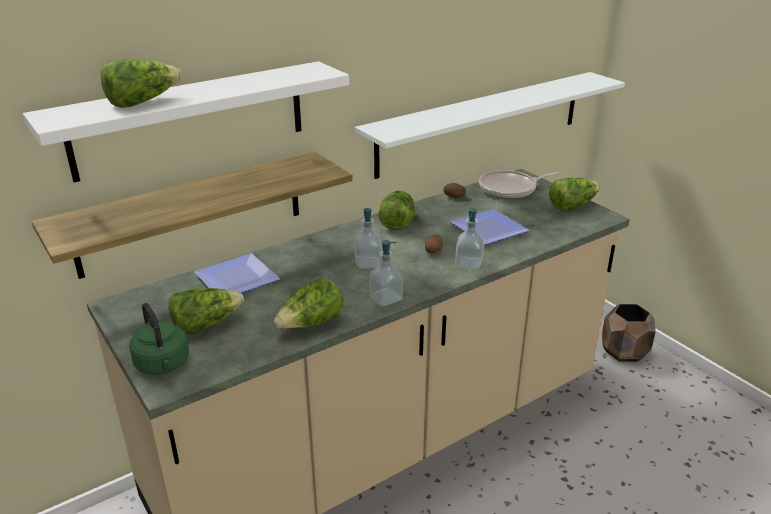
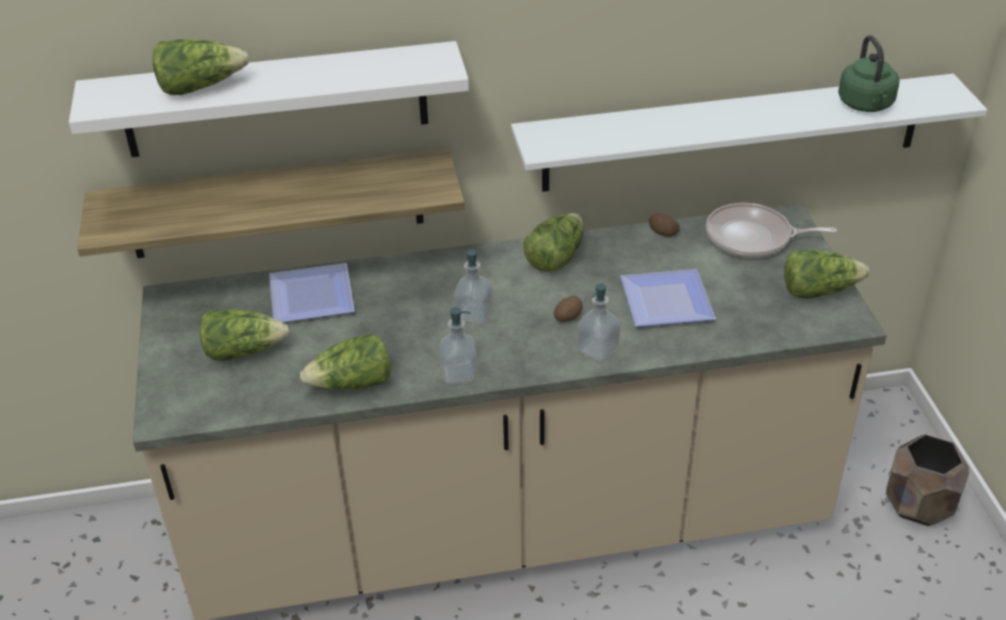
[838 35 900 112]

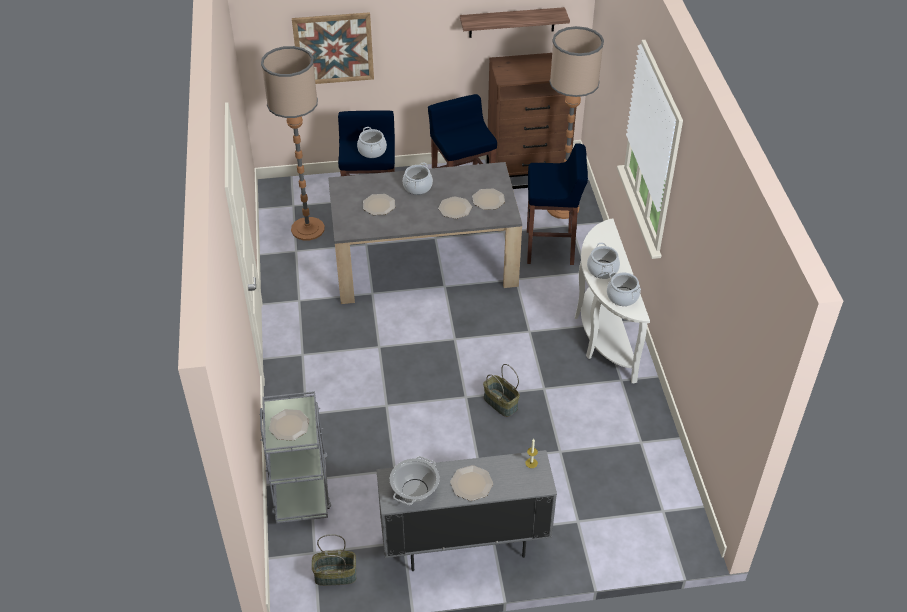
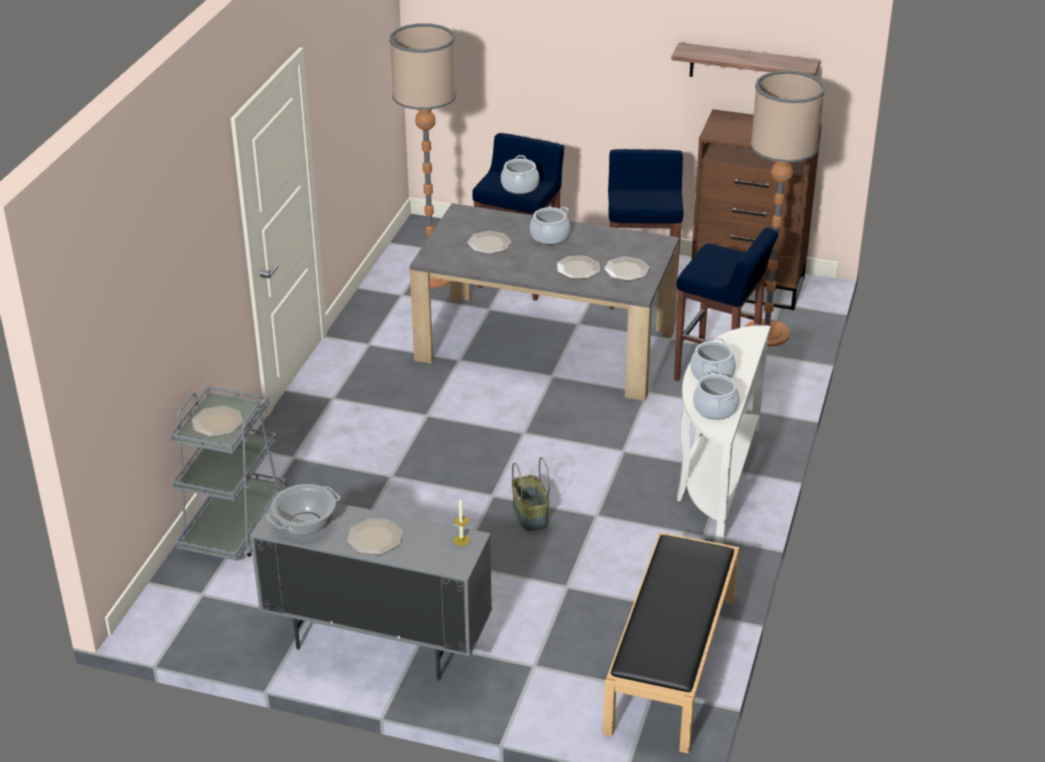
[292 12 374 84] (first image)
[312 534 356 586] (first image)
[603 532 739 754]

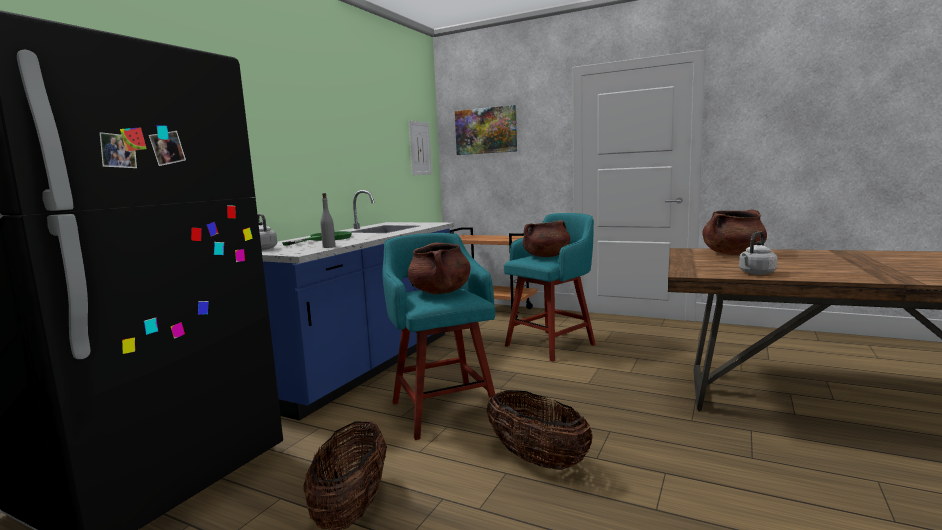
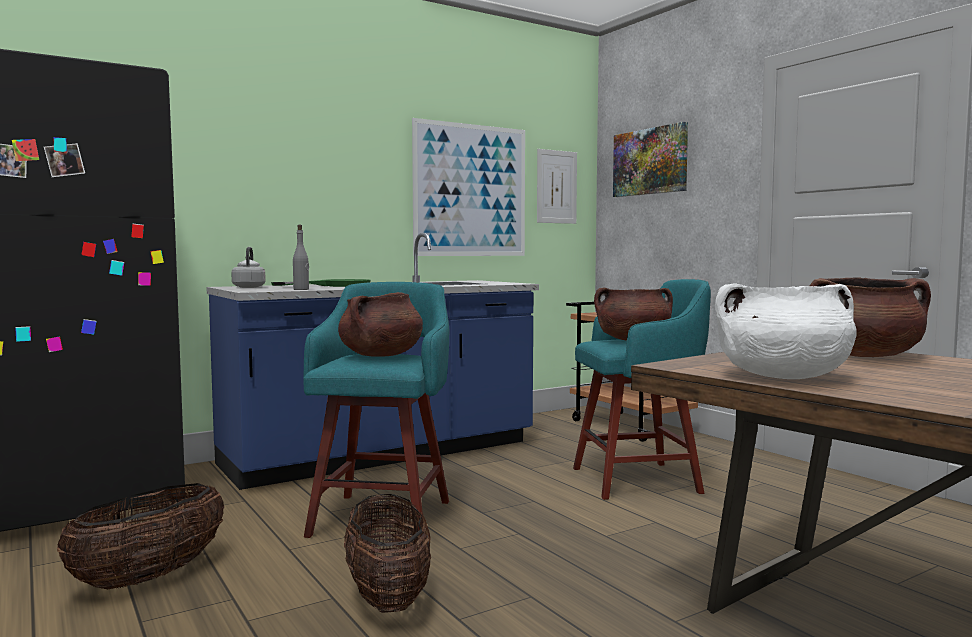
[715 283 857 379]
[412 118 525 256]

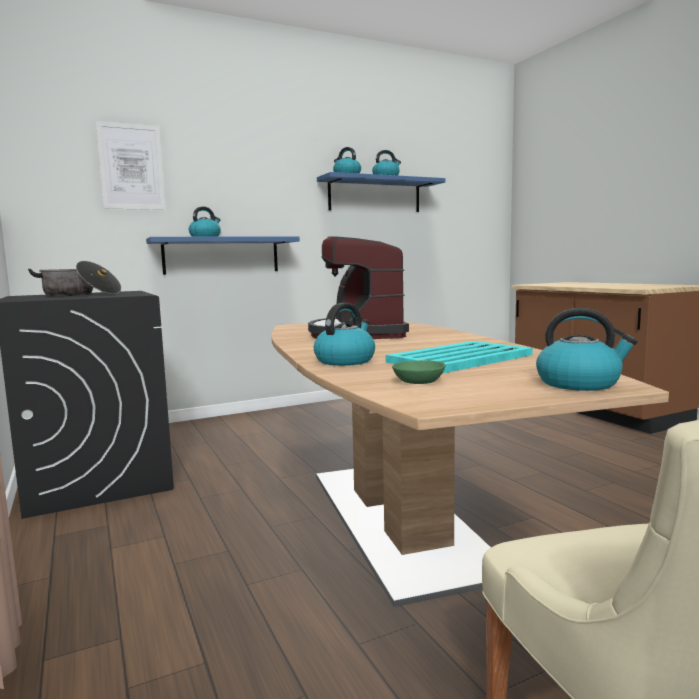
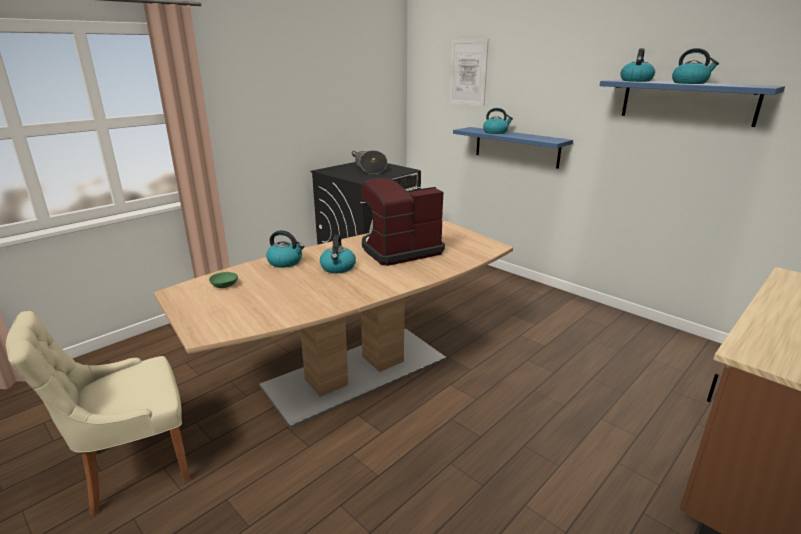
[386 341 533 373] (first image)
[320 235 356 273]

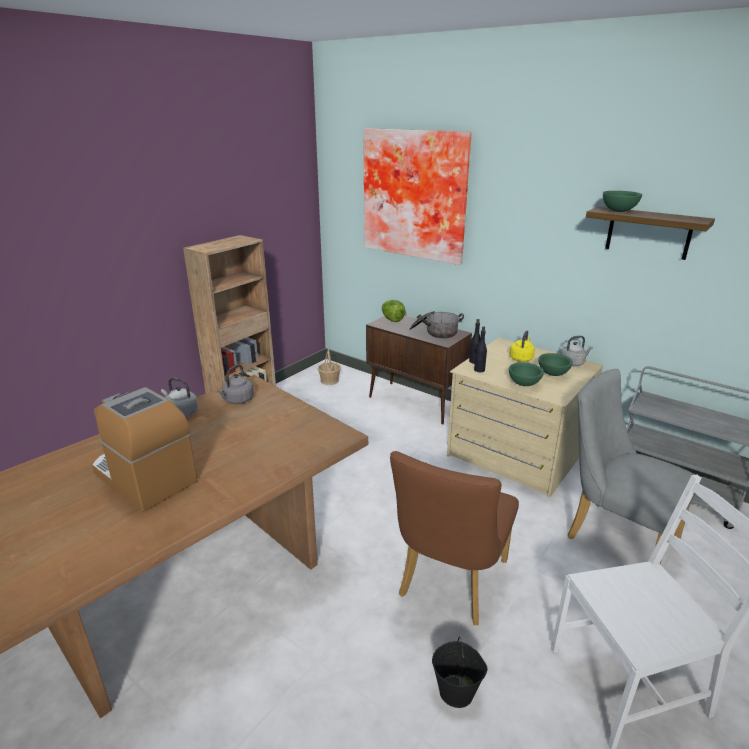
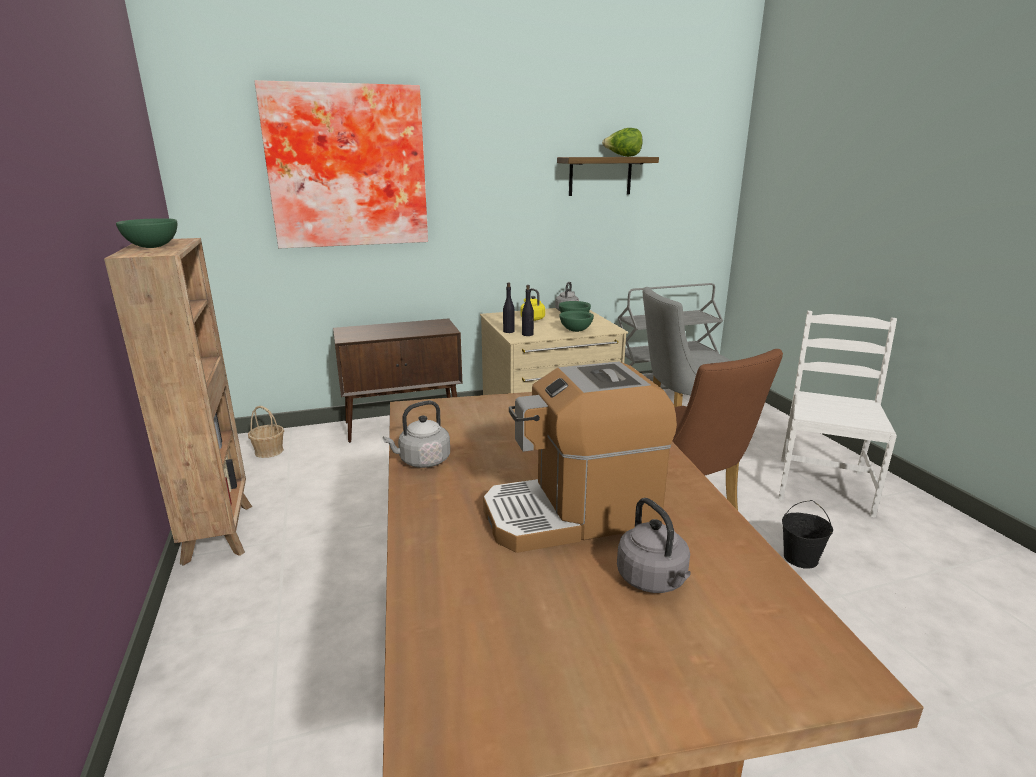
[617 498 691 593]
[602 128 643 157]
[409 311 464 338] (first image)
[116 218 177 248]

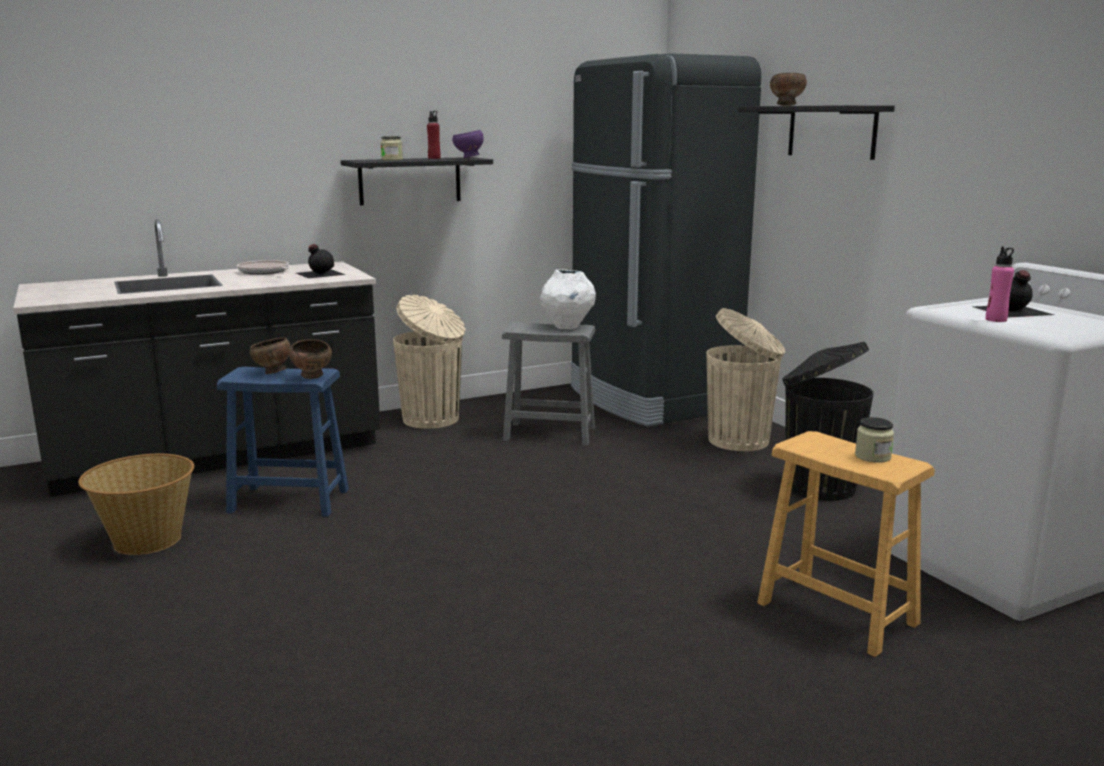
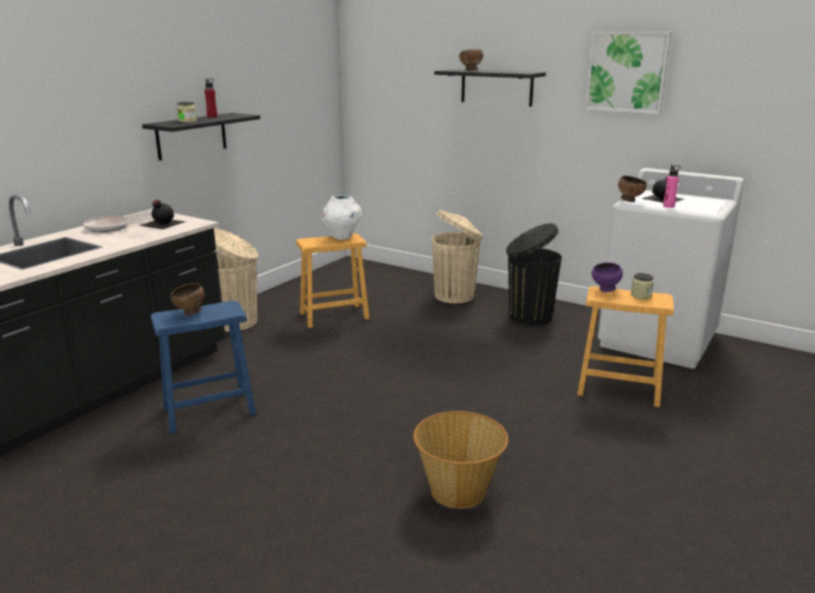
[413 411 508 508]
[618 176 647 202]
[592 262 623 292]
[296 233 370 328]
[571 53 761 427] (first image)
[585 31 672 114]

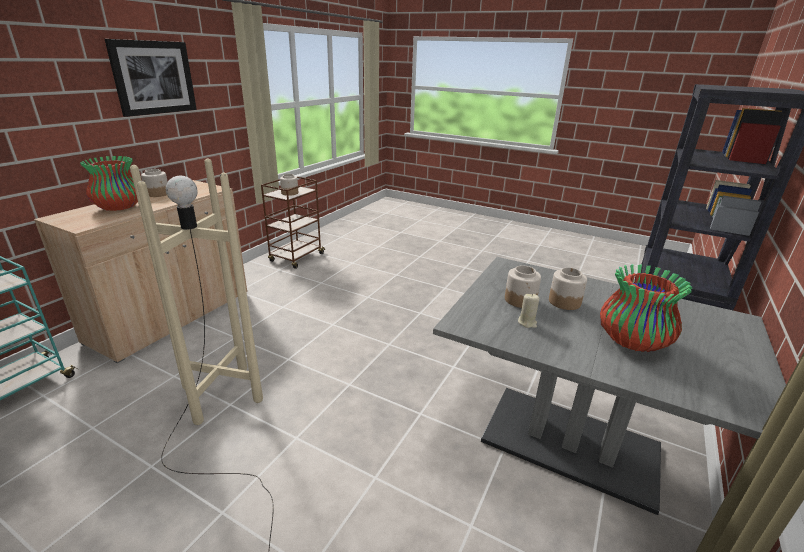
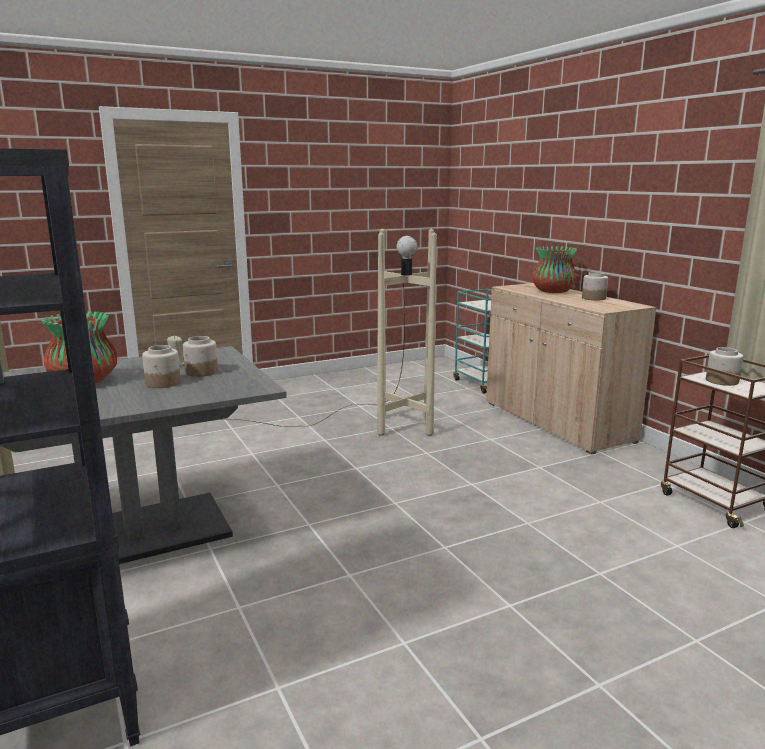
[105 39 197 117] (first image)

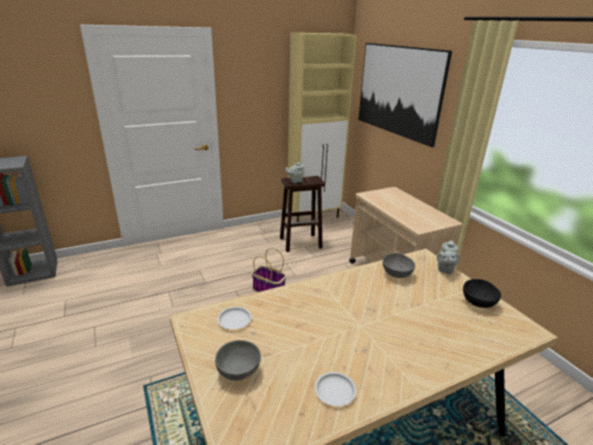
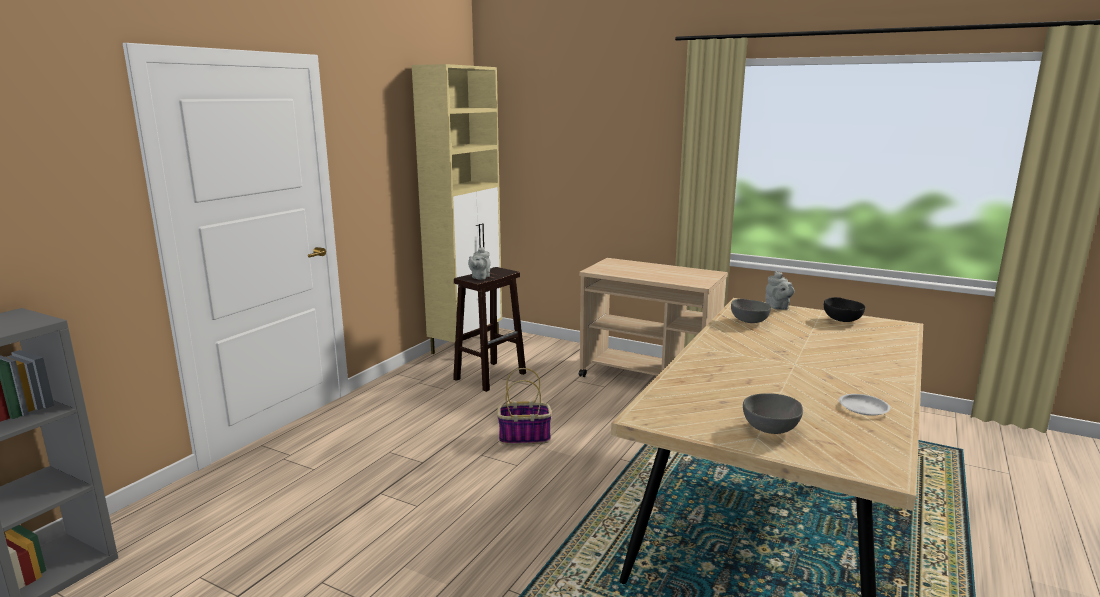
[217 307 252 329] (first image)
[358 43 452 147] (first image)

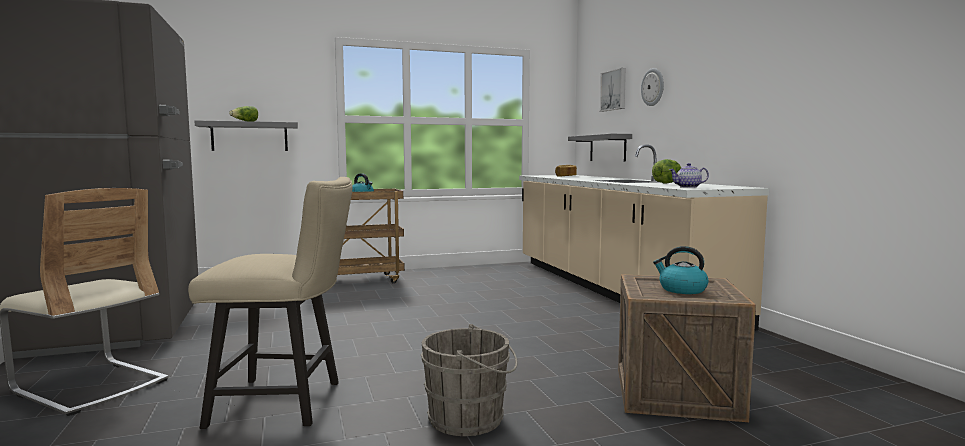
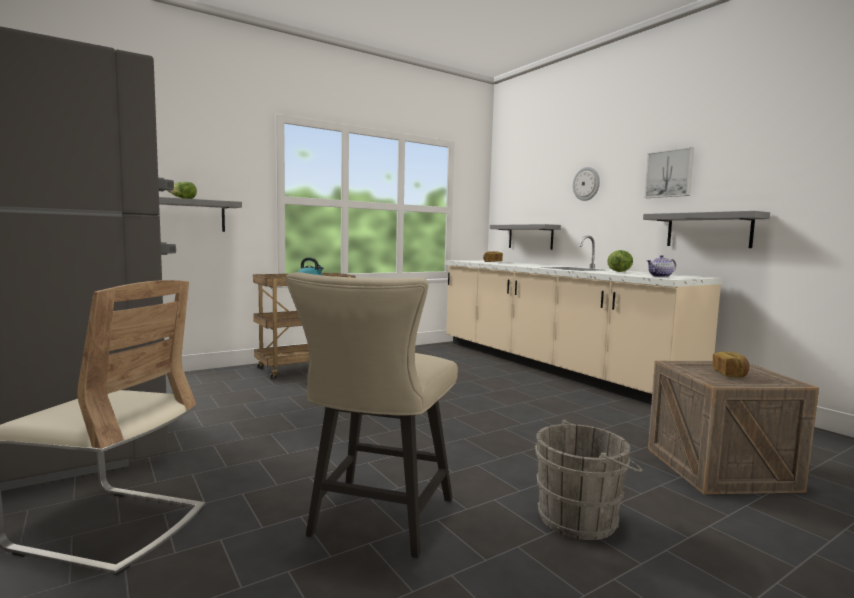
[286 272 458 558]
[644 147 694 198]
[713 352 749 378]
[643 211 770 248]

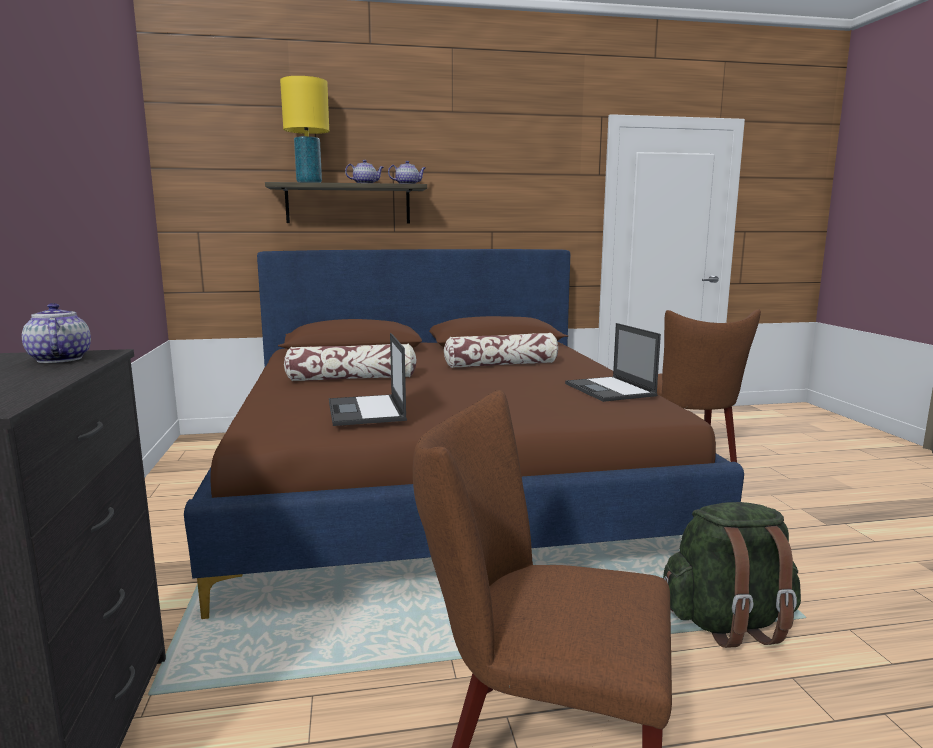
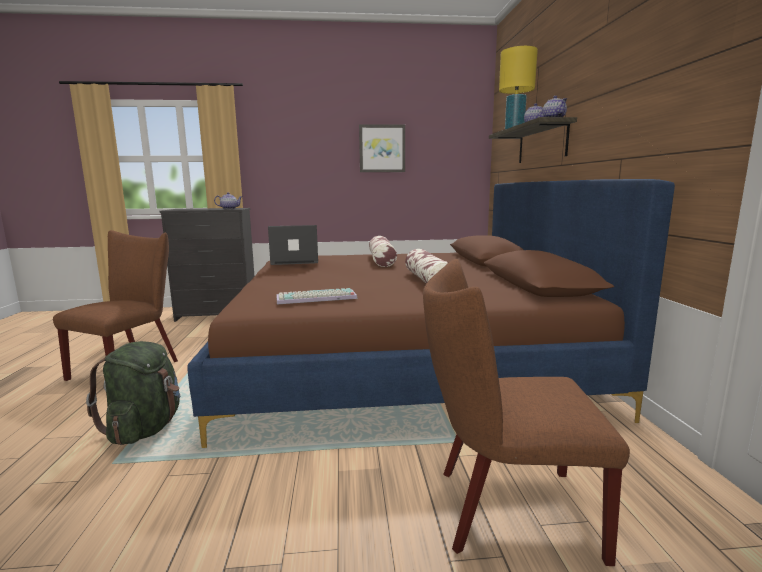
[276 288 358 304]
[359 124 405 172]

